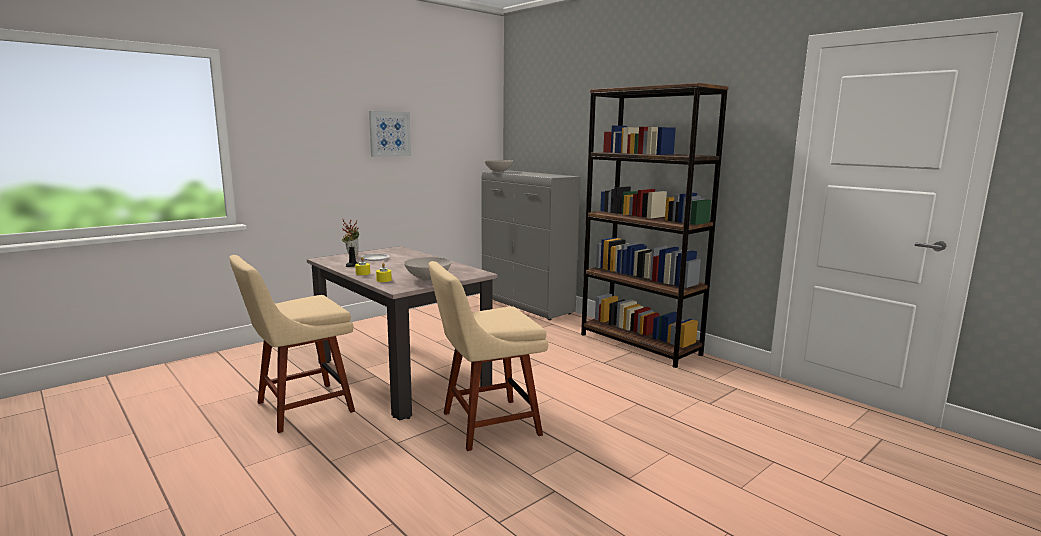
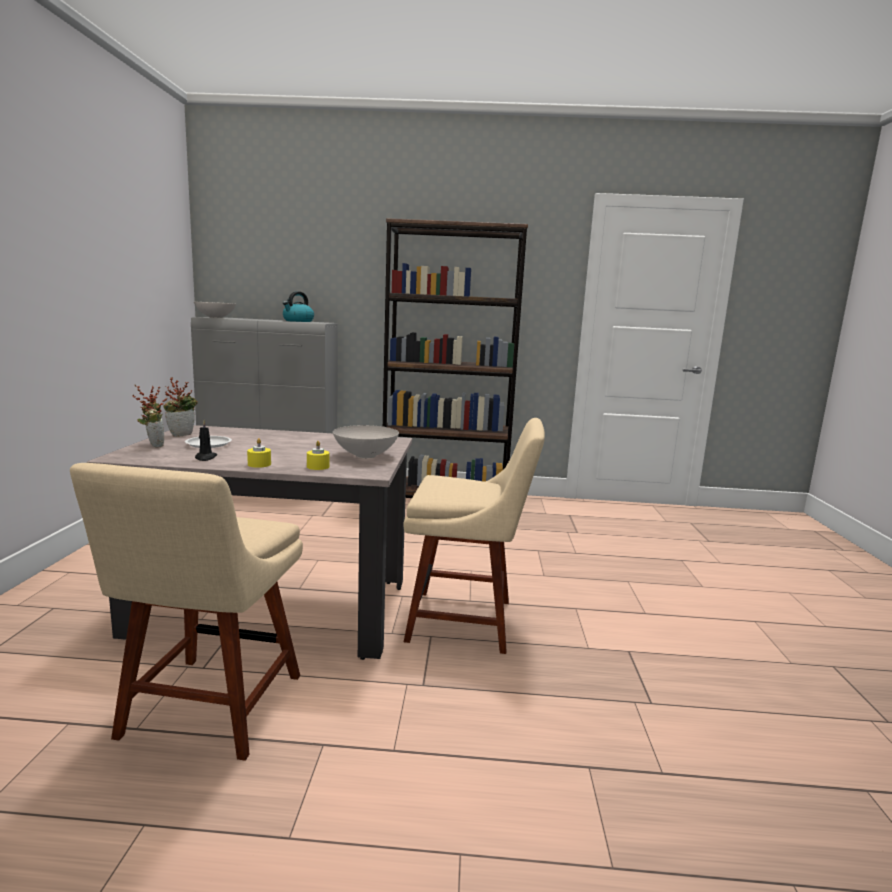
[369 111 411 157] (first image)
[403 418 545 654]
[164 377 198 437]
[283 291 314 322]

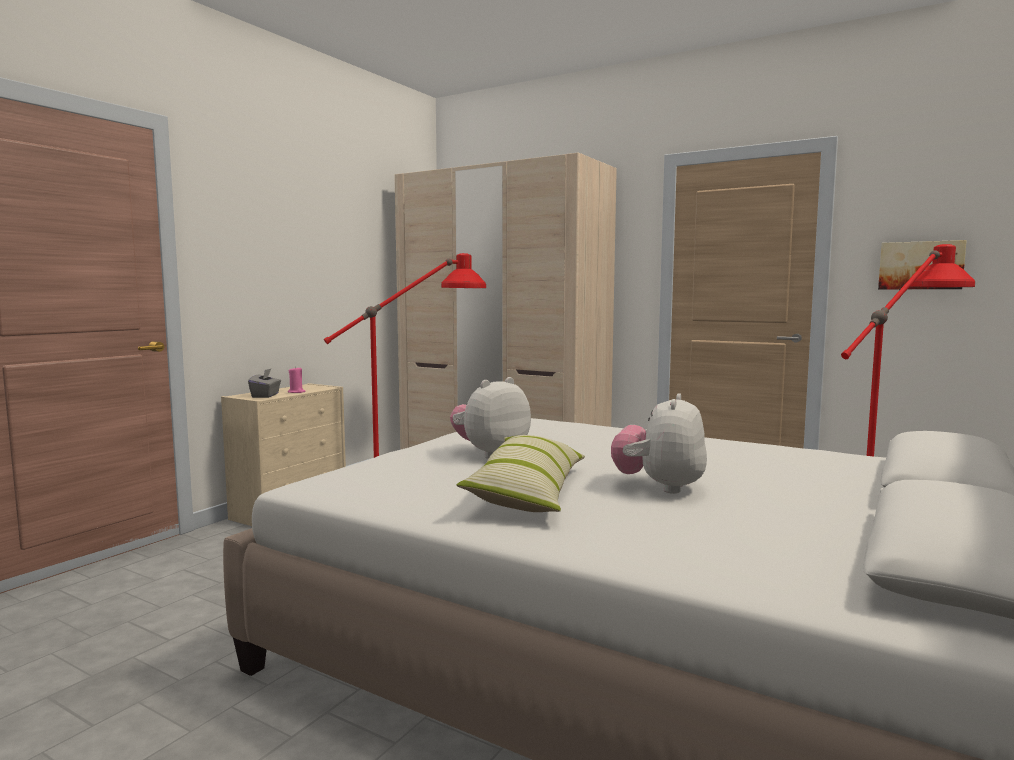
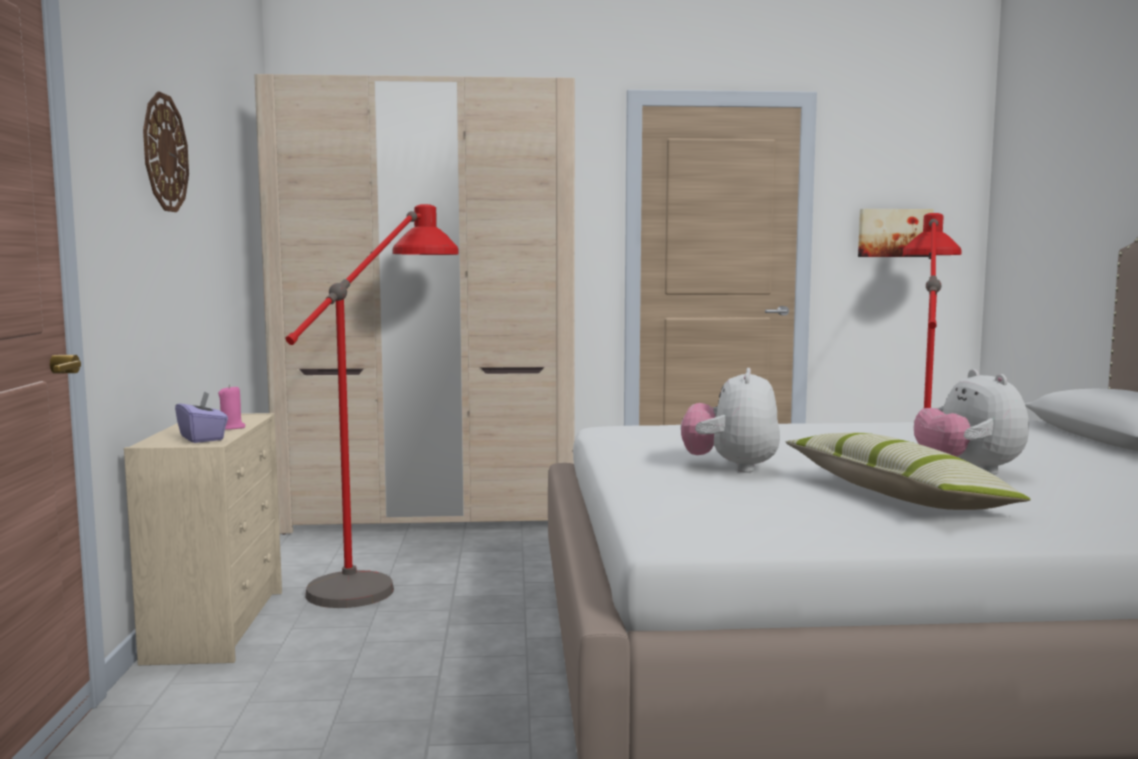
[175 391 228 443]
[143 91 189 212]

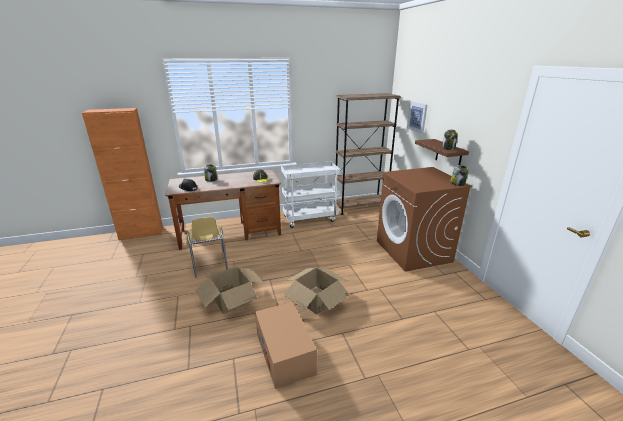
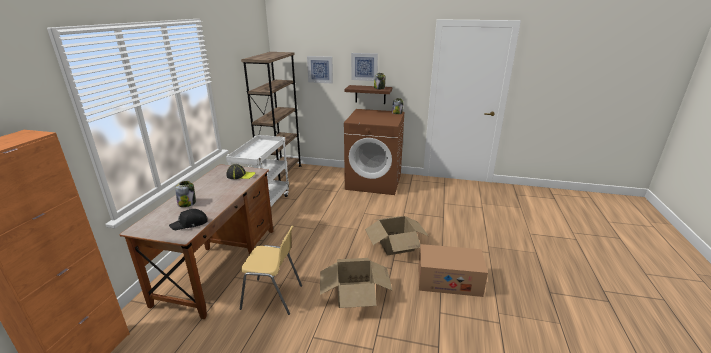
[351 53 378 81]

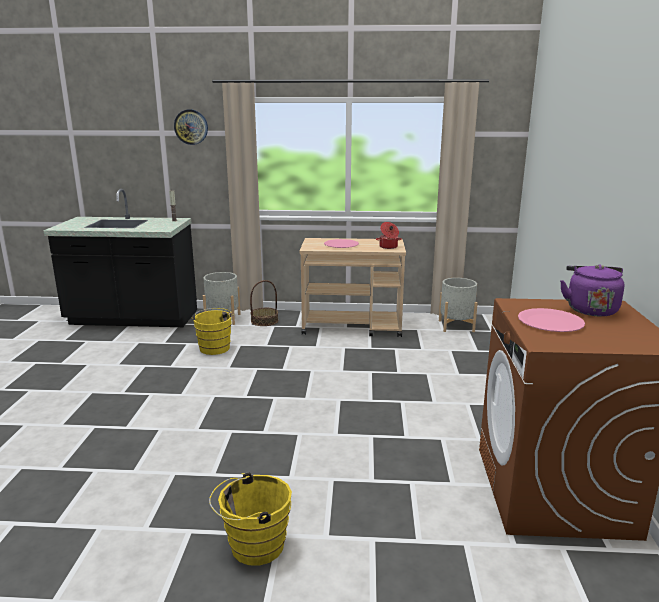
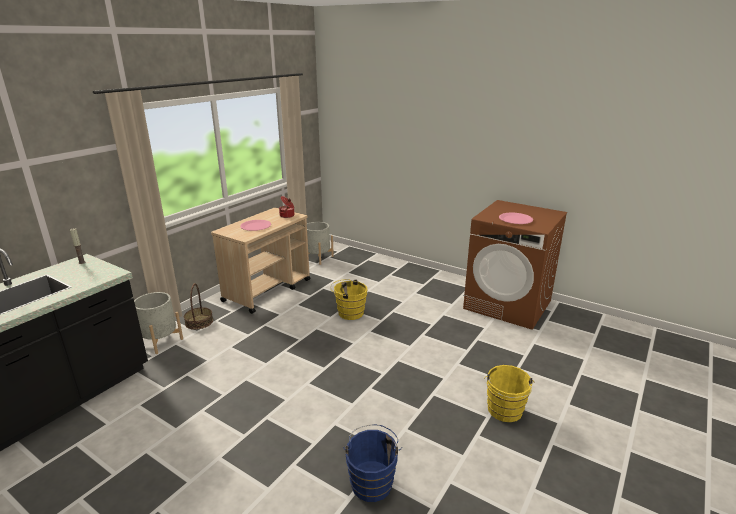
[174 109 208 145] (first image)
[330 279 368 320]
[560 264 624 316] (first image)
[343 424 402 502]

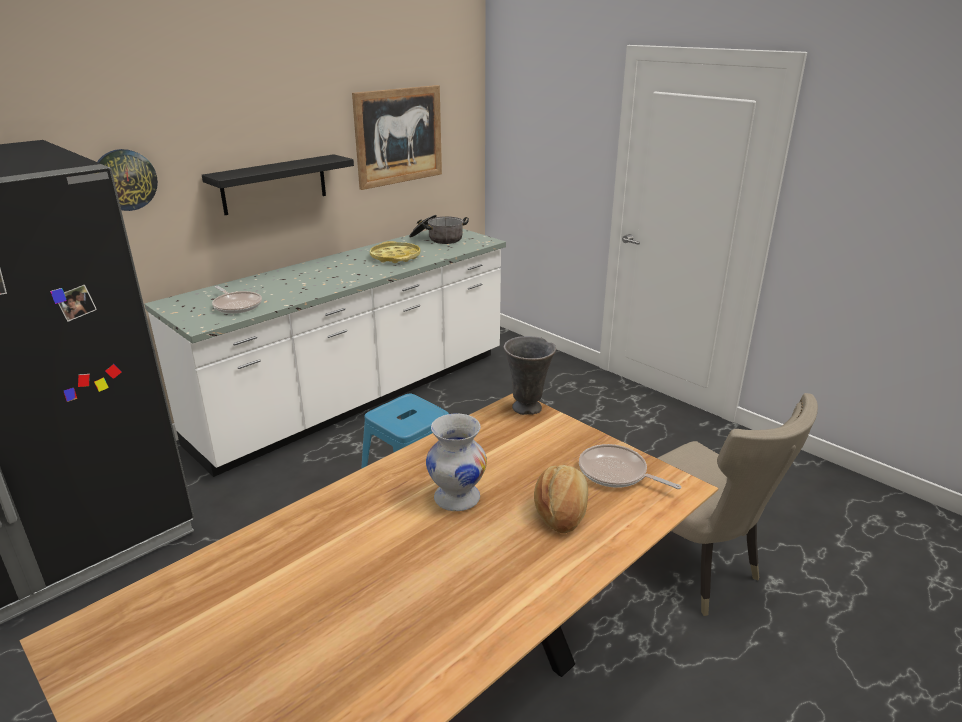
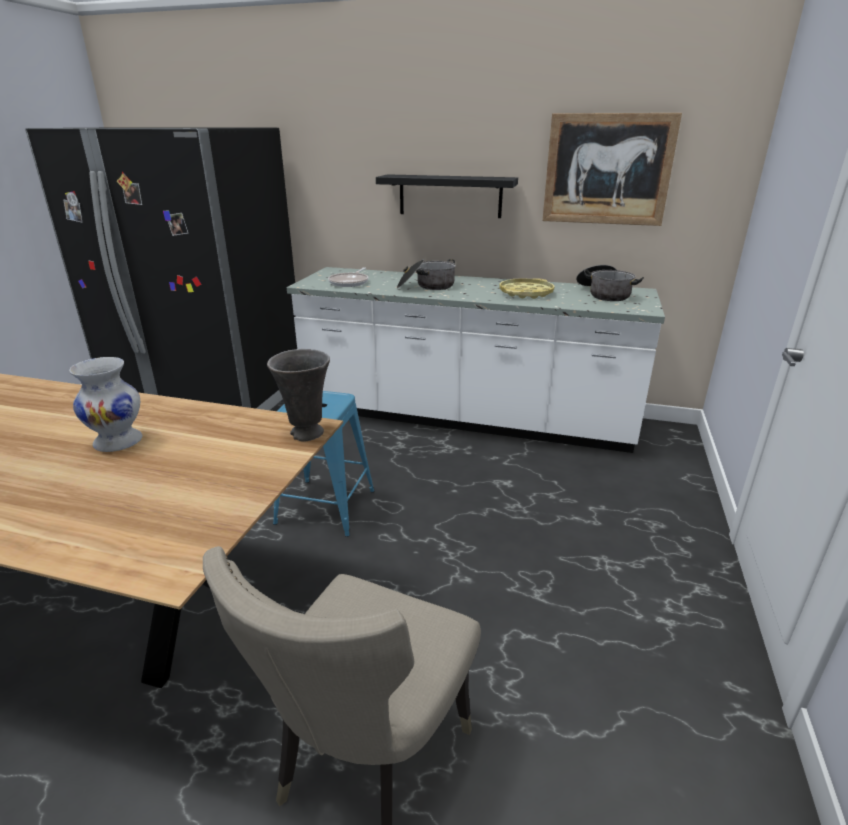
[98 149 158 211] (first image)
[534 465 588 533] (first image)
[579 444 681 489] (first image)
[397 259 456 290]

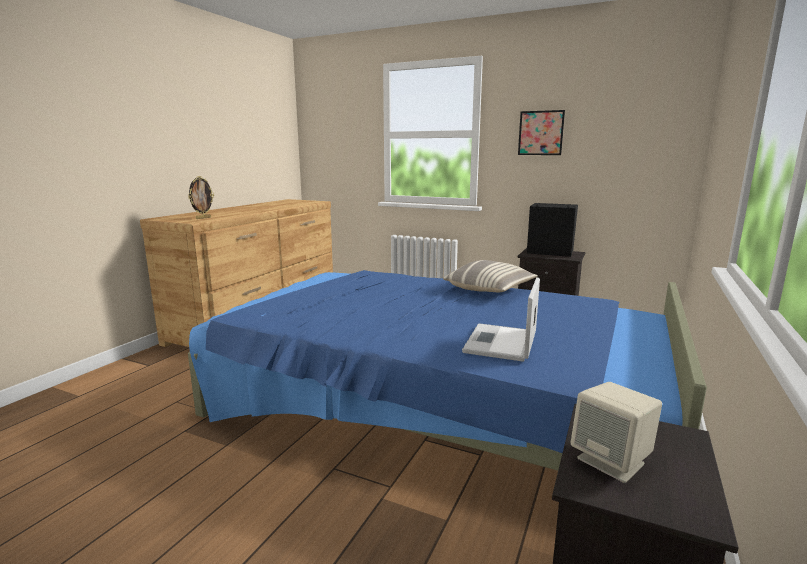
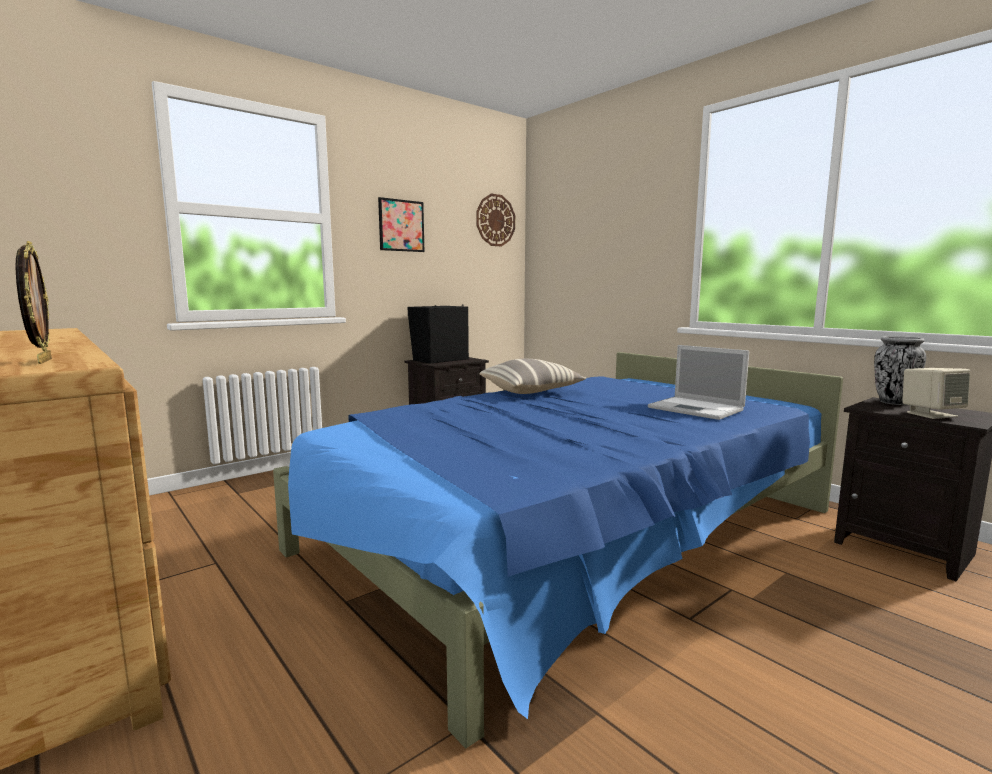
[476 194 515 246]
[874 336 926 405]

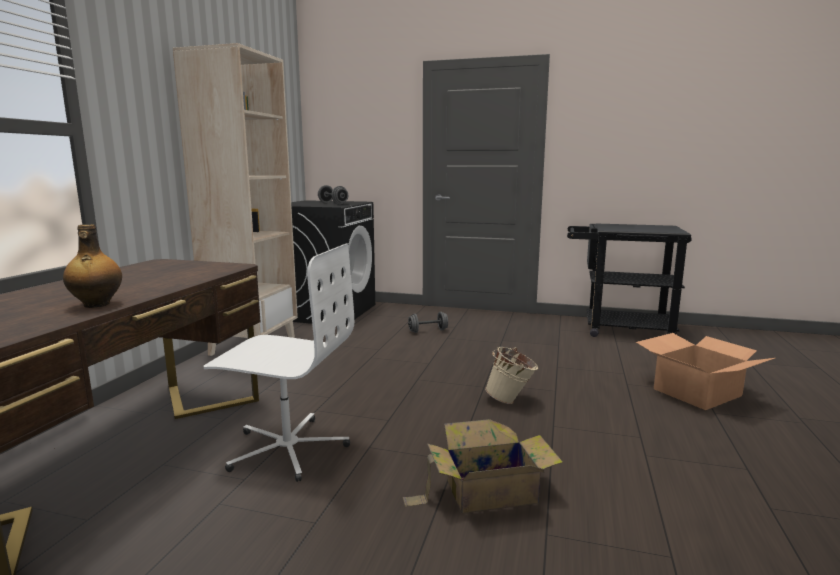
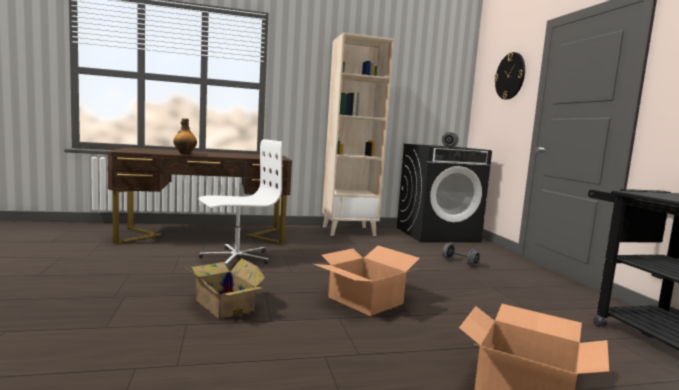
[198 139 282 266]
[314 246 420 316]
[494 52 525 100]

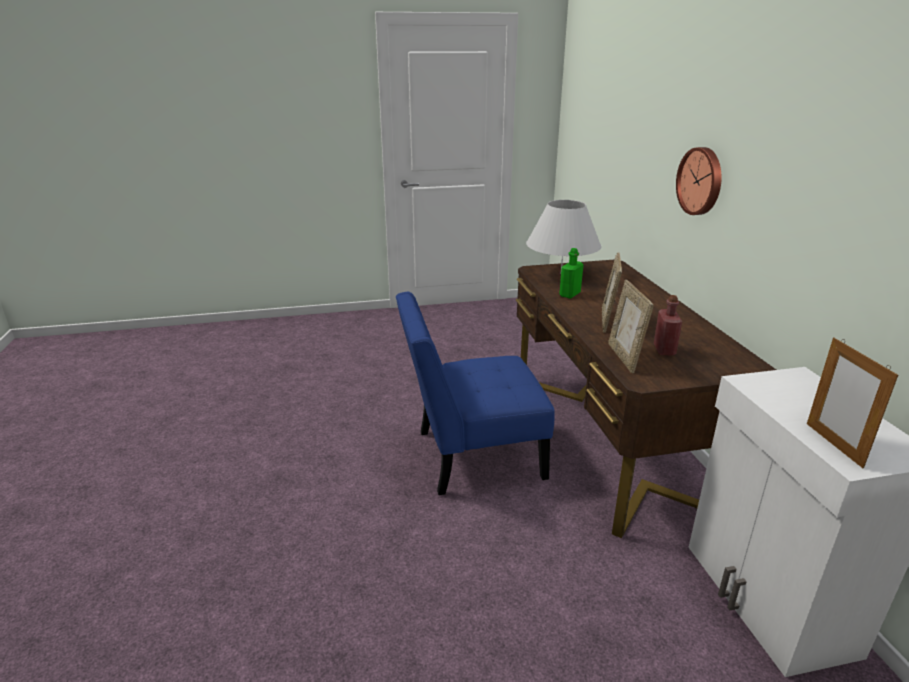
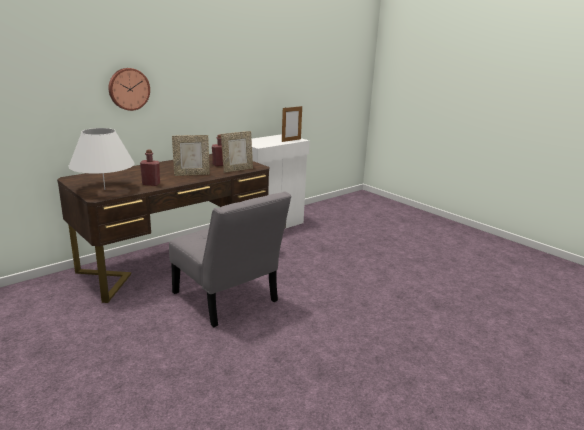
[169 191 291 327]
[140 149 160 186]

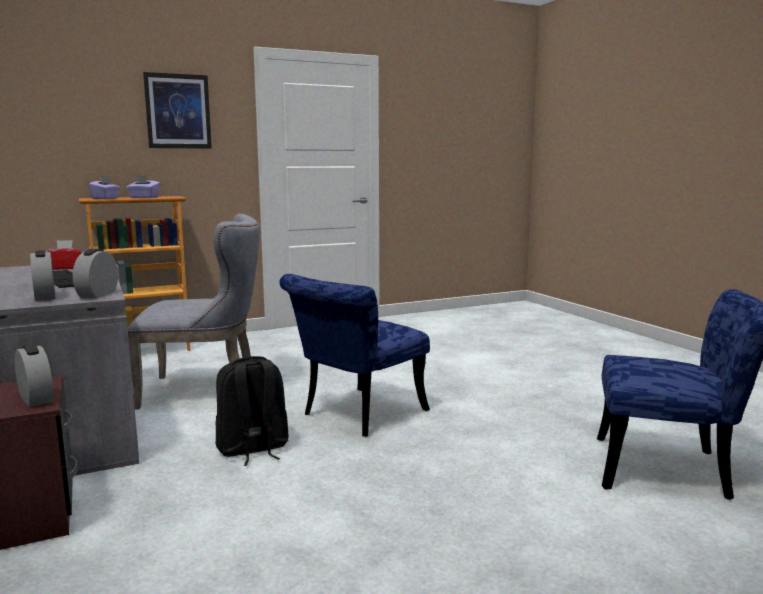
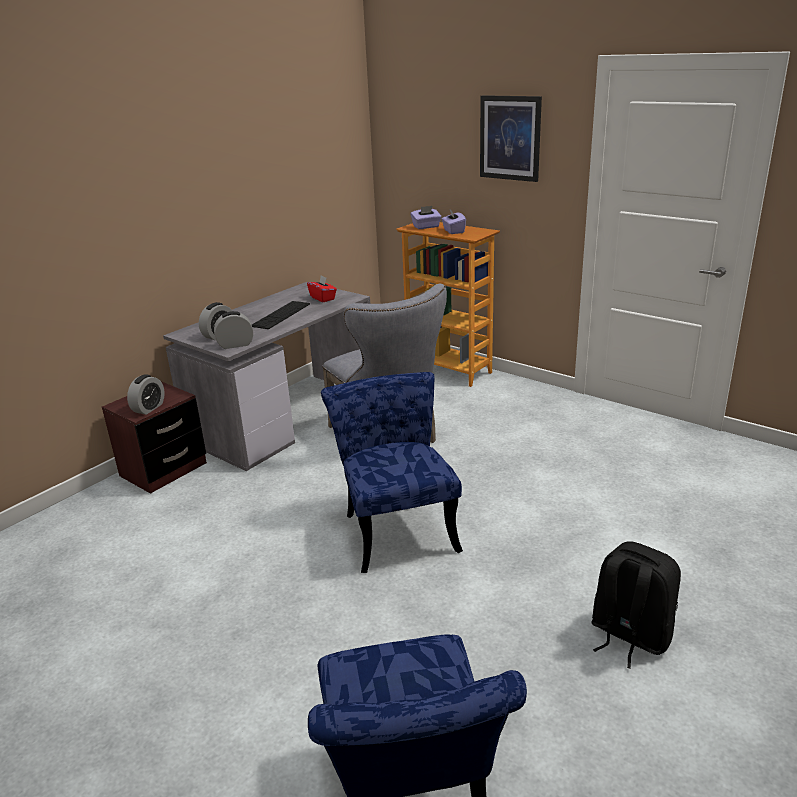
[591 541 681 668]
[321 372 463 573]

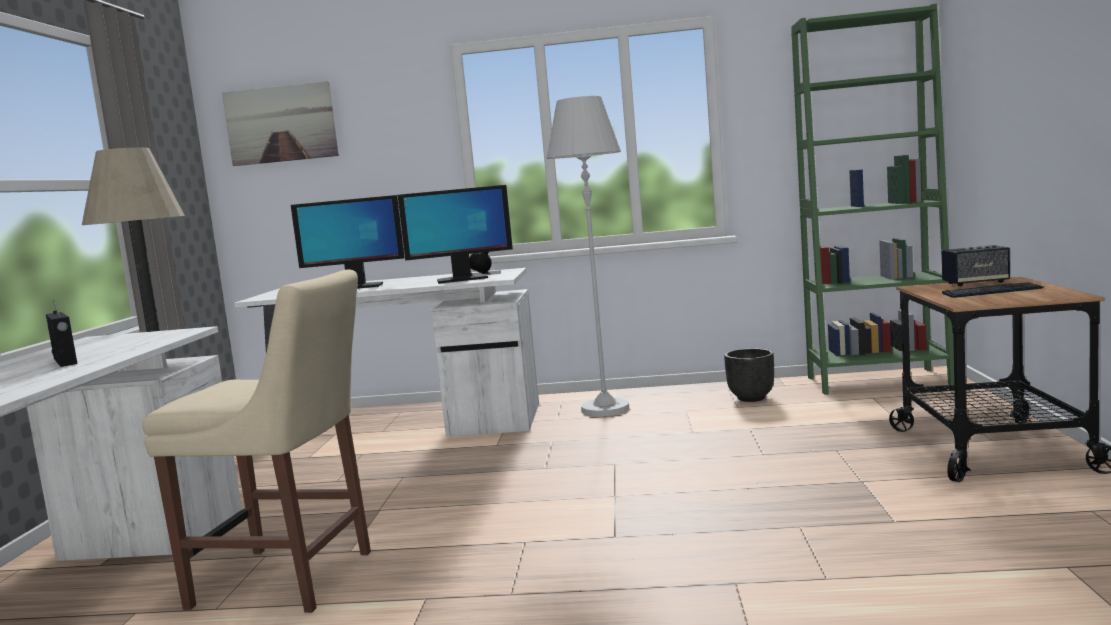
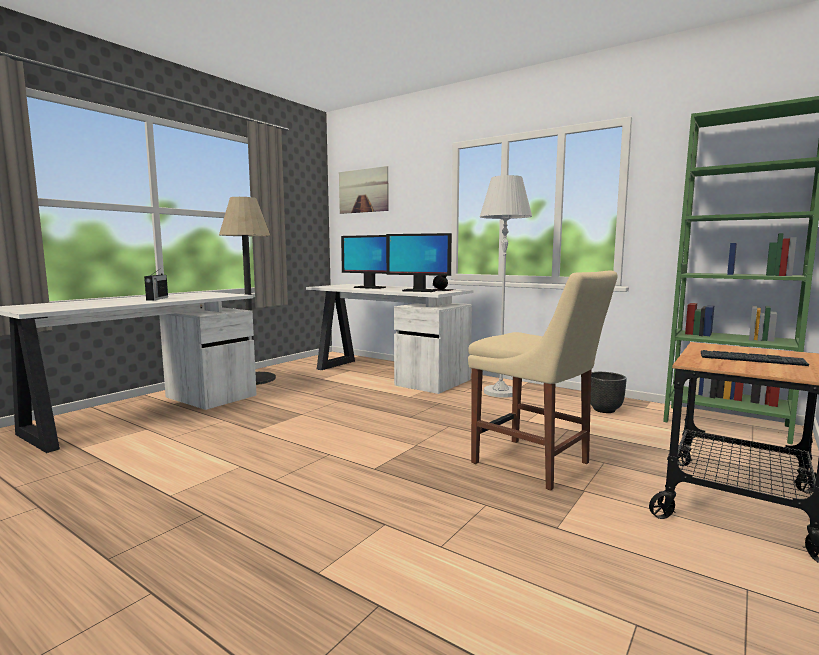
[468 271 618 491]
[942 245 1010 286] (first image)

